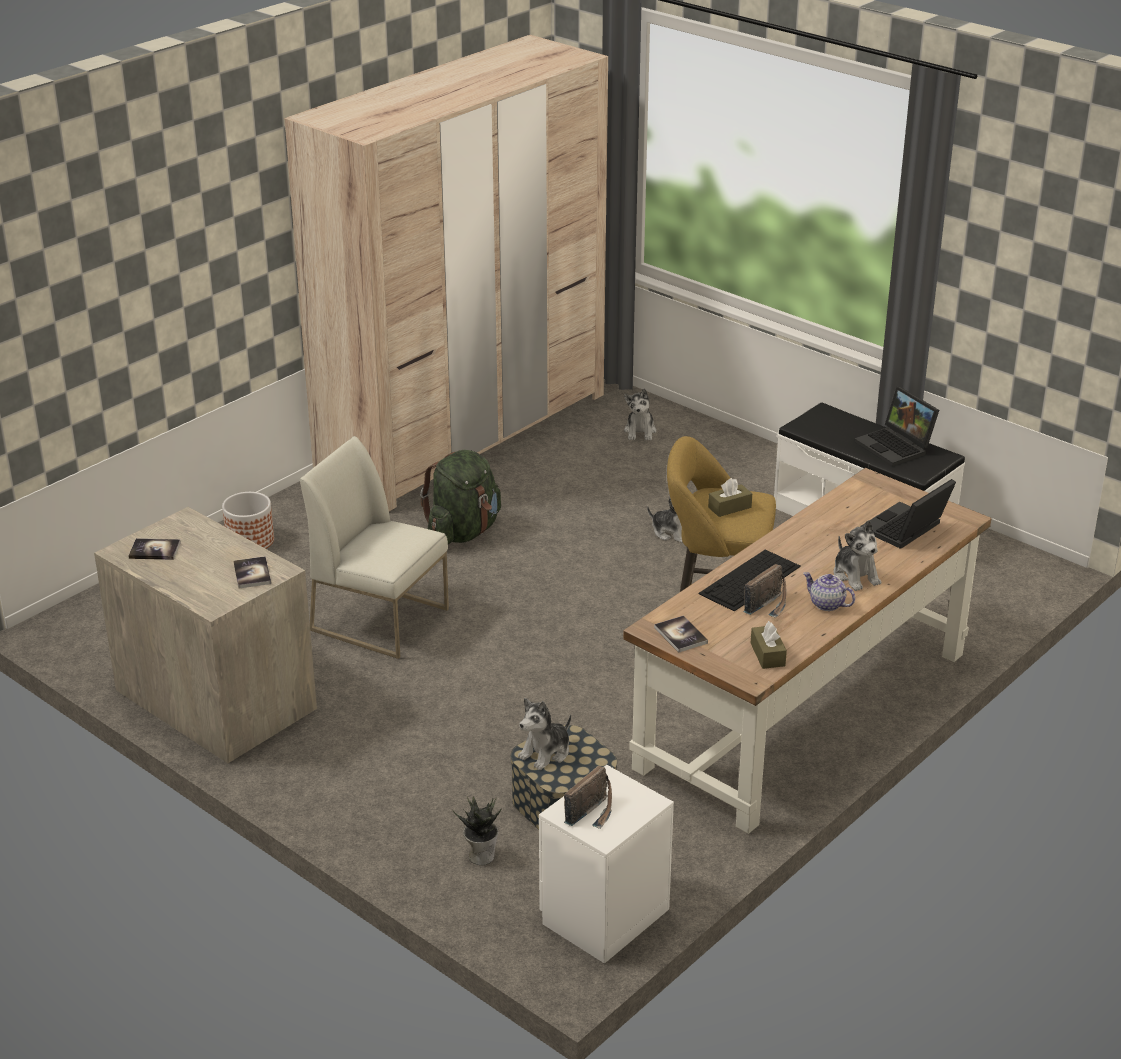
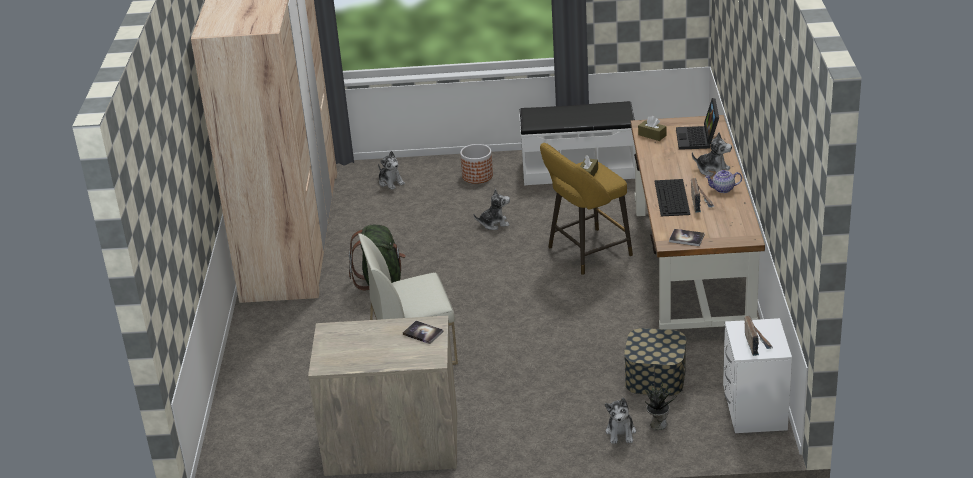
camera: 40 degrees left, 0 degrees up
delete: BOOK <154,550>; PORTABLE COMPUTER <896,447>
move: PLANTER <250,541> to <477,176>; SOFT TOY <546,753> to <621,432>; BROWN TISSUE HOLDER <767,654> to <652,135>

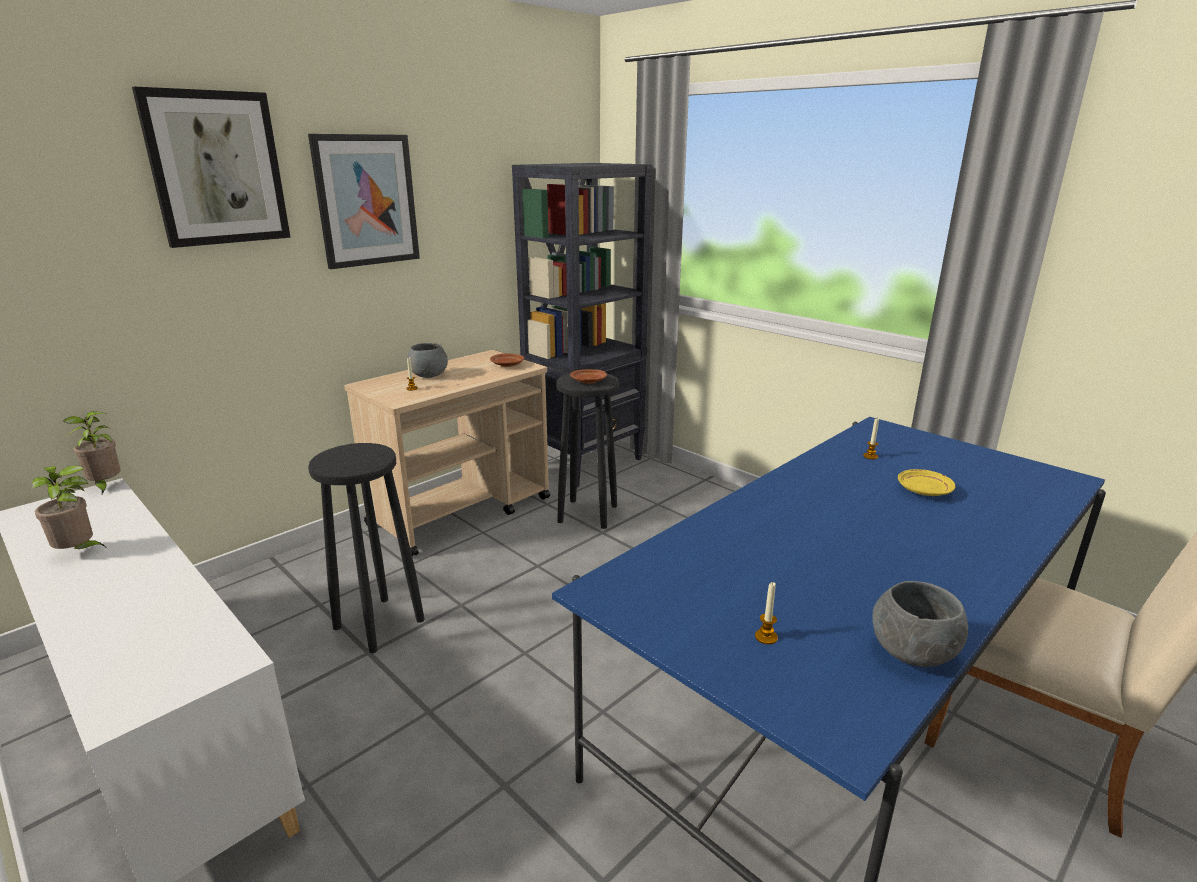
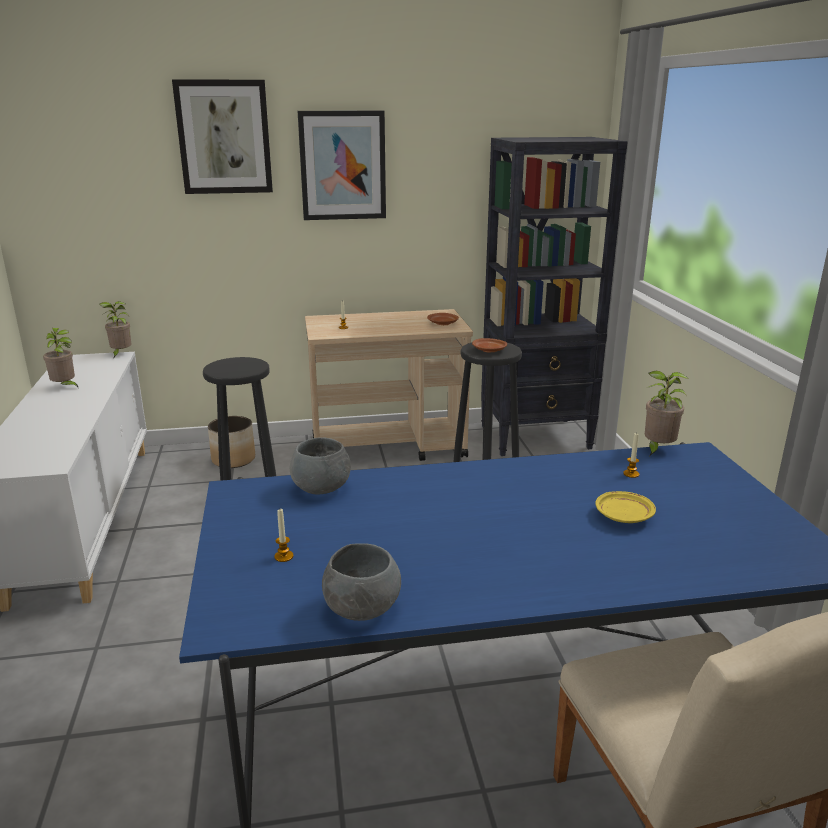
camera: 35 degrees right, 0 degrees up
insert: PLANTER <233,459>; POTTED PLANT <657,449>
move: GRAY BOWL <429,375> to <322,488>

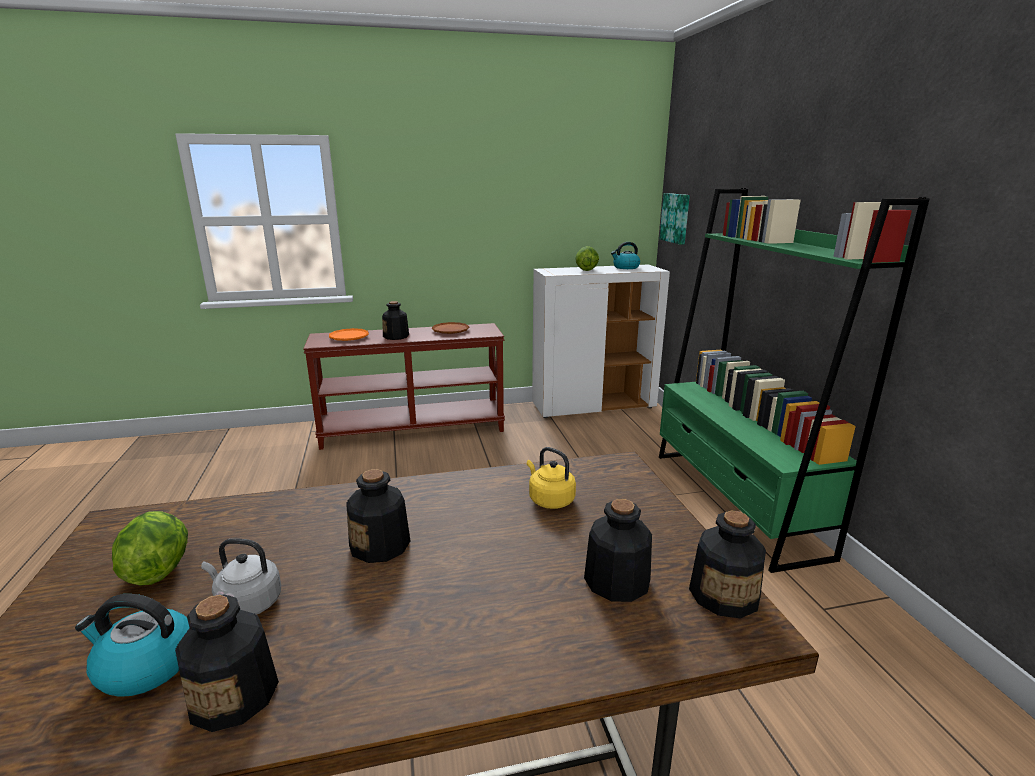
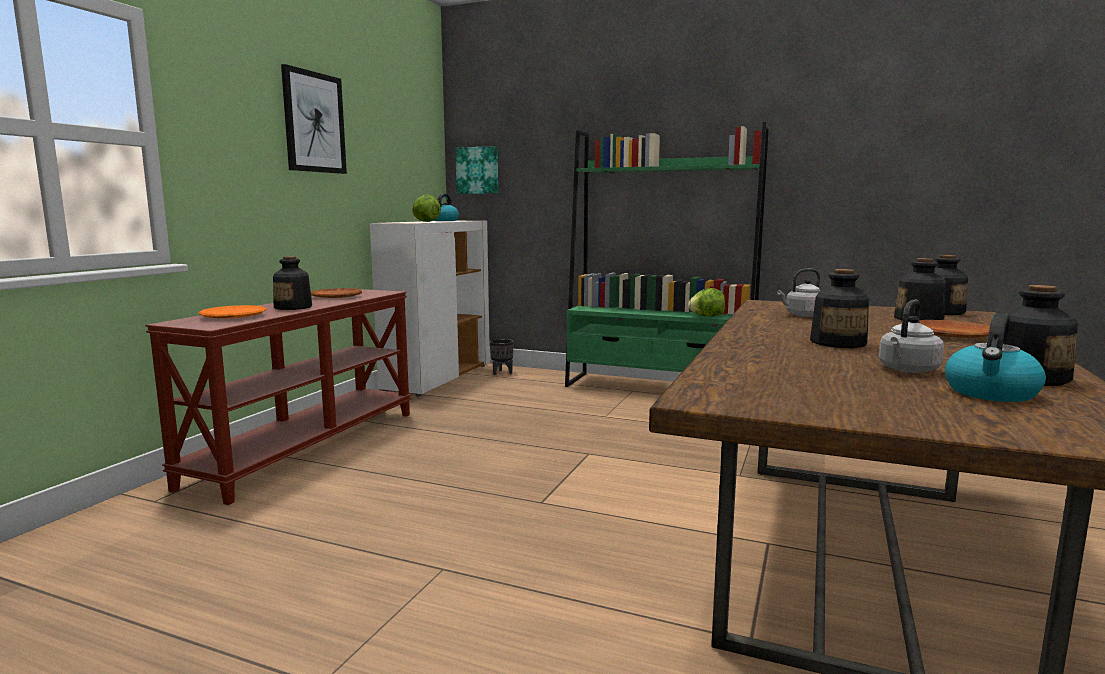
camera: 55 degrees left, 10 degrees down
insert: WALL PICTURE <314,122>; BLACK-COLOURED PLANTER <502,372>; BROWN FLAT DISH <951,334>
move: LETTUCE <158,569> to <707,316>
recolor: YELLOW-COLOURED KETTLE <549,499> to GRAY KETTLE <802,315>

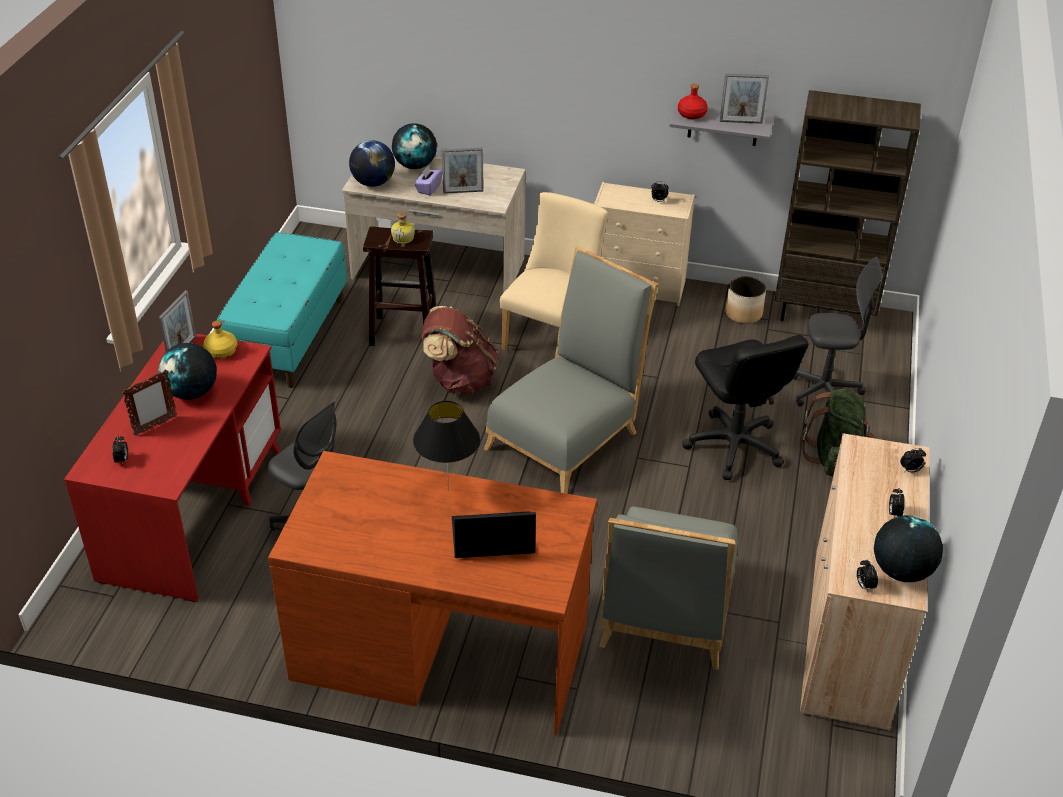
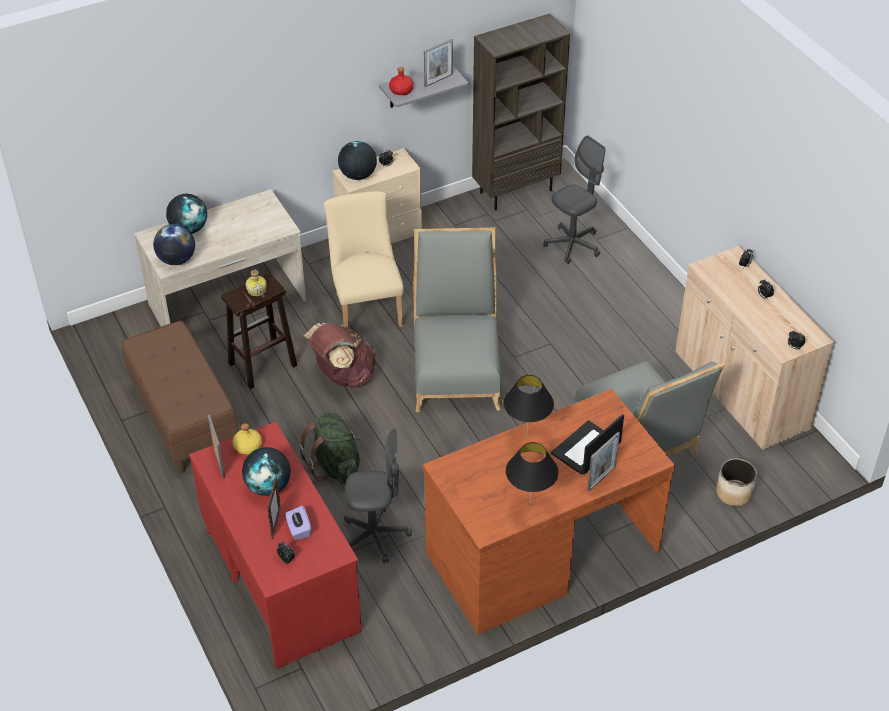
camera: 40 degrees left, 5 degrees up
delete: BLACK-COLOURED DESK CHAIR <734,446>
insert: BLACK-COLOURED TABLE LAMP <529,506>
move: PURPLE-COLOURED TISSUE HOLDER <428,188> to <299,529>; PICTURE FRAME <463,192> to <601,478>; PLANTER <743,314> to <733,493>; GREEN RUCKSACK <834,458> to <335,466>; GLOBE <901,571> to <358,175>
recolor: BLUE-GREEN BENCH <288,337> to BROWN BENCH <183,418>

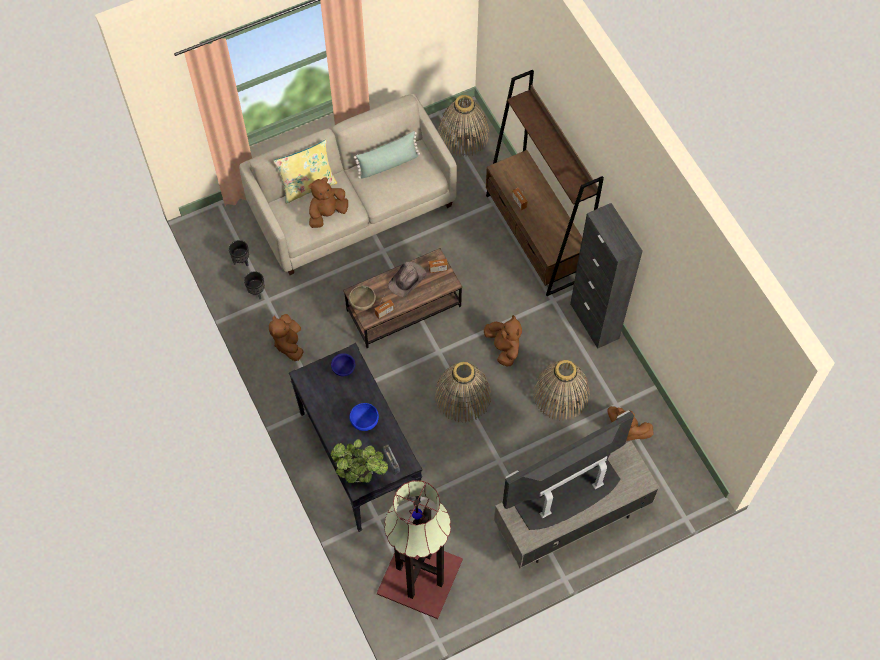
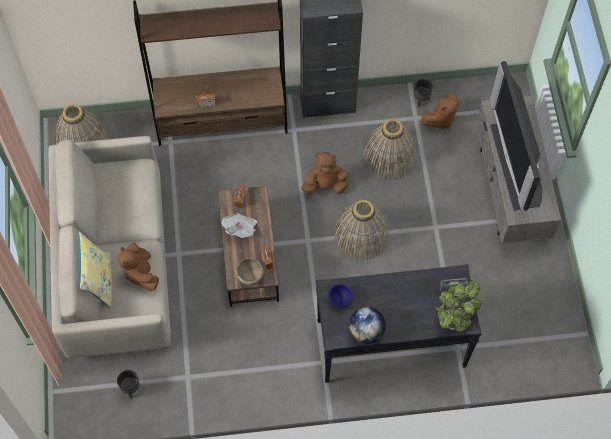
camera: 70 degrees left, 0 degrees up
delete: BROWN SOFT TOY <289,343>; BLUE BOWL <364,422>; GREEN THROW PILLOW <388,164>; STANDARD LAMP <418,577>
insert: GLOBE <366,332>
move: BLACK-COLOURED PLANTER <257,292> to <421,100>
replace: BROWN CLOTHING HAT <408,280> to DAILY PAPER <240,229>

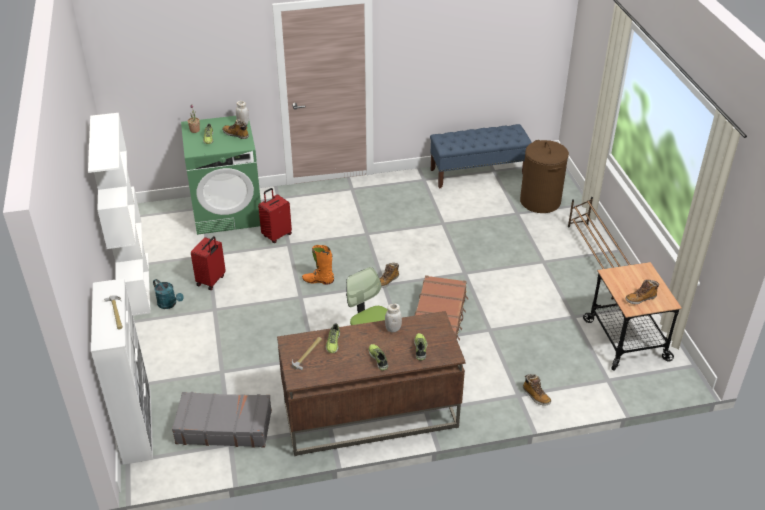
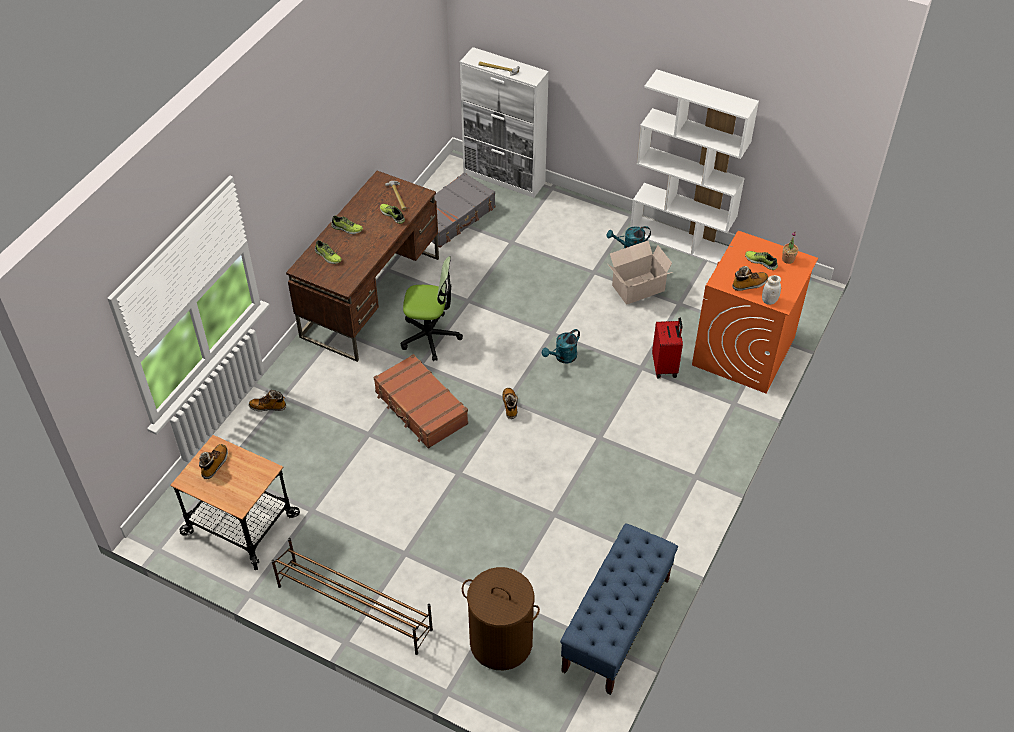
camera: 130 degrees right, 10 degrees up
delete: WHITE-COLOURED JAR <393,329>
replace: RED TRAVEL CASE <211,281> to PACKING BOX <636,288>; ORANGE-COLOURED BOOT <318,280> to BLUE-GREEN WATERING POT <562,357>
recolor: GREEN LAUNDRY APPLIANCE <228,211> to ORANGE-COLOURED LAUNDRY APPLIANCE <743,351>

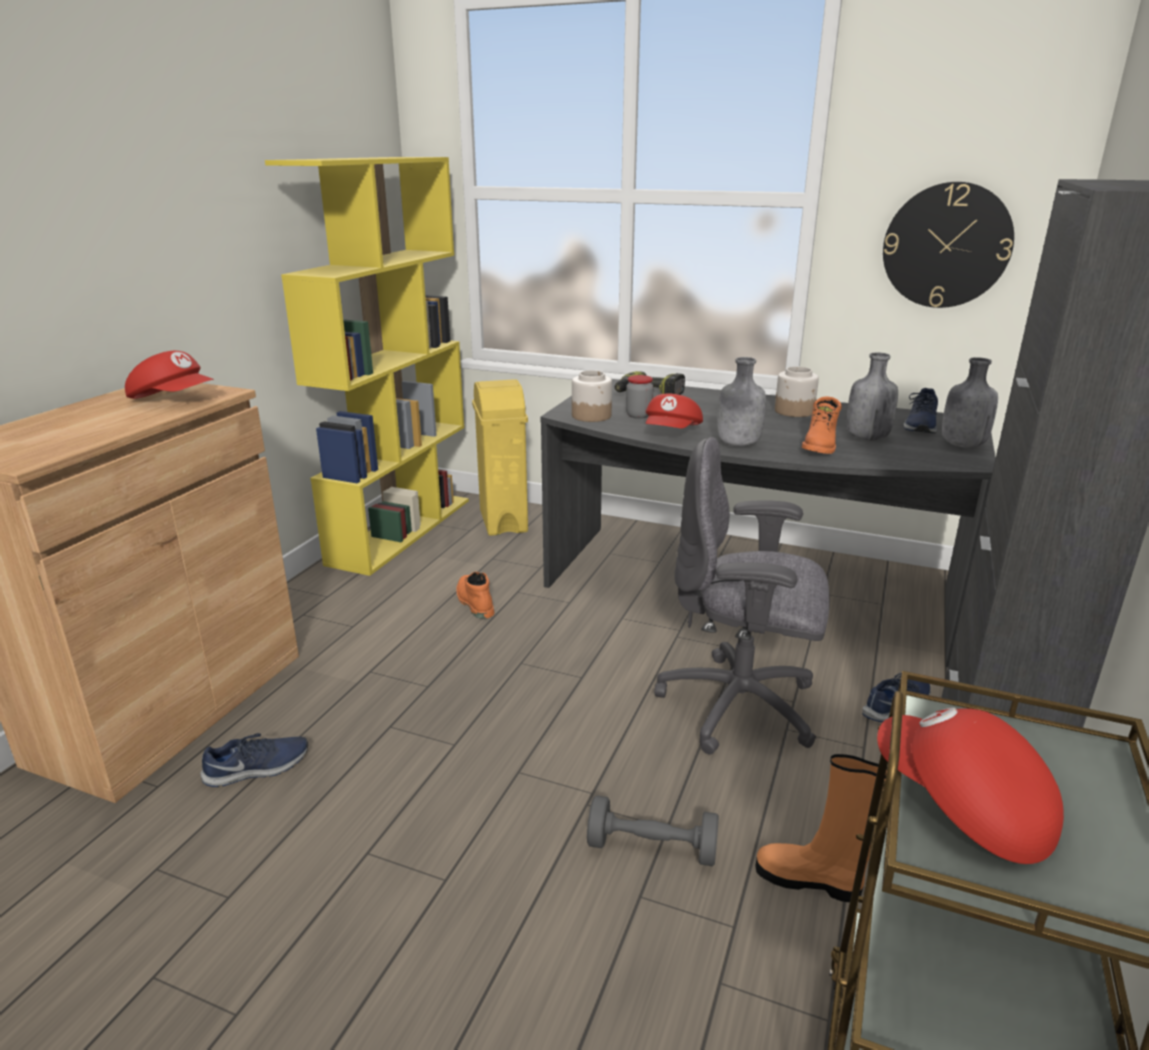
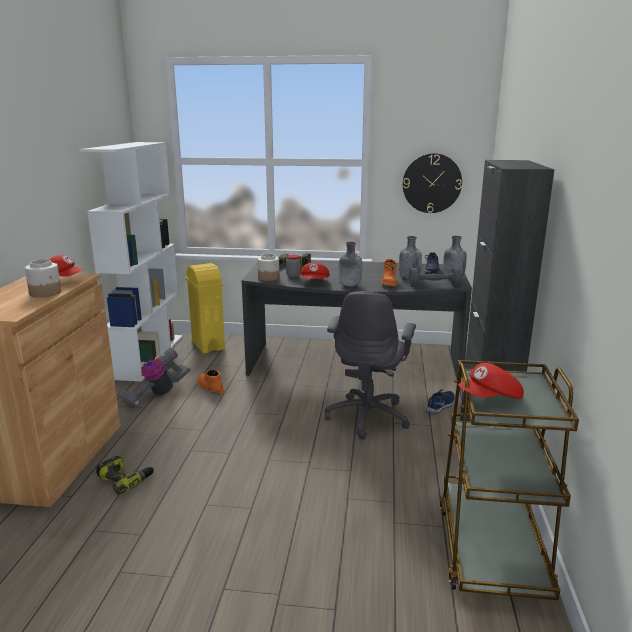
camera: 15 degrees left, 5 degrees down
delete: ORANGE-COLOURED BOOT <811,880>
insert: VACUUM <157,394>
move: GRAY DUMBBELL <652,848> to <434,286>; JAR <794,411> to <46,293>
replace: BLUE SHOE <258,768> to POWER DRILL <126,479>
recolor: YELLOW-COLOURED BOOKCASE <401,530> to WHITE-COLOURED BOOKCASE <148,356>
rotate: GRAY DESK CHAIR <741,707> = <368,416> 75 degrees counterclockwise; RED BASEBALL CAP <961,806> = <490,398> 60 degrees counterclockwise

